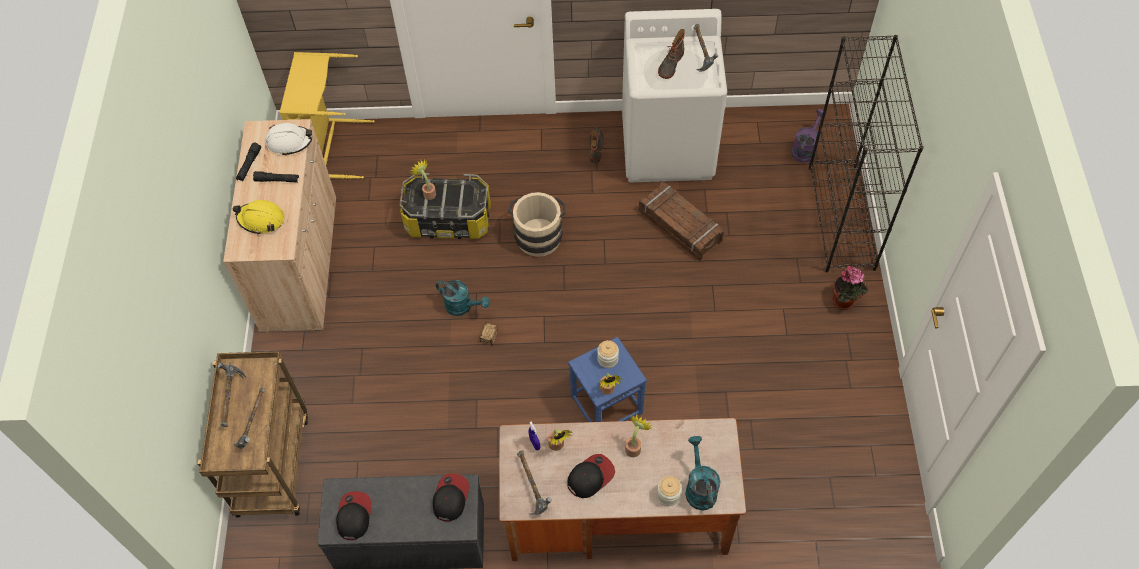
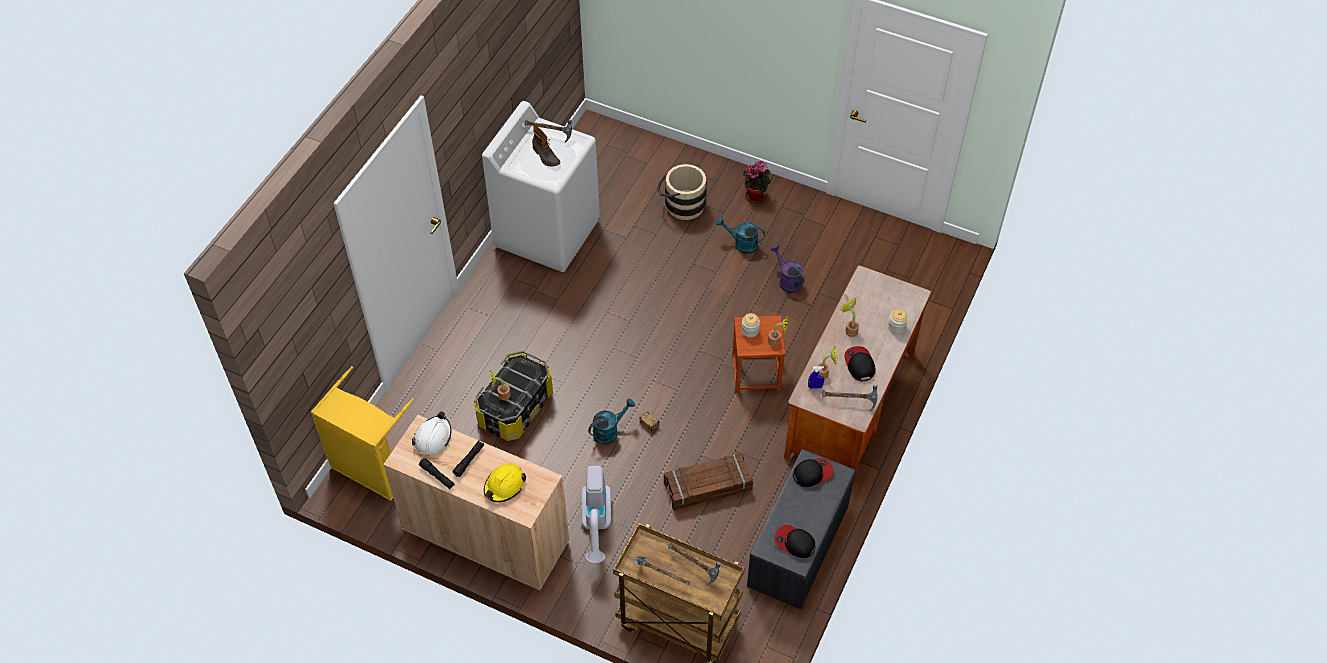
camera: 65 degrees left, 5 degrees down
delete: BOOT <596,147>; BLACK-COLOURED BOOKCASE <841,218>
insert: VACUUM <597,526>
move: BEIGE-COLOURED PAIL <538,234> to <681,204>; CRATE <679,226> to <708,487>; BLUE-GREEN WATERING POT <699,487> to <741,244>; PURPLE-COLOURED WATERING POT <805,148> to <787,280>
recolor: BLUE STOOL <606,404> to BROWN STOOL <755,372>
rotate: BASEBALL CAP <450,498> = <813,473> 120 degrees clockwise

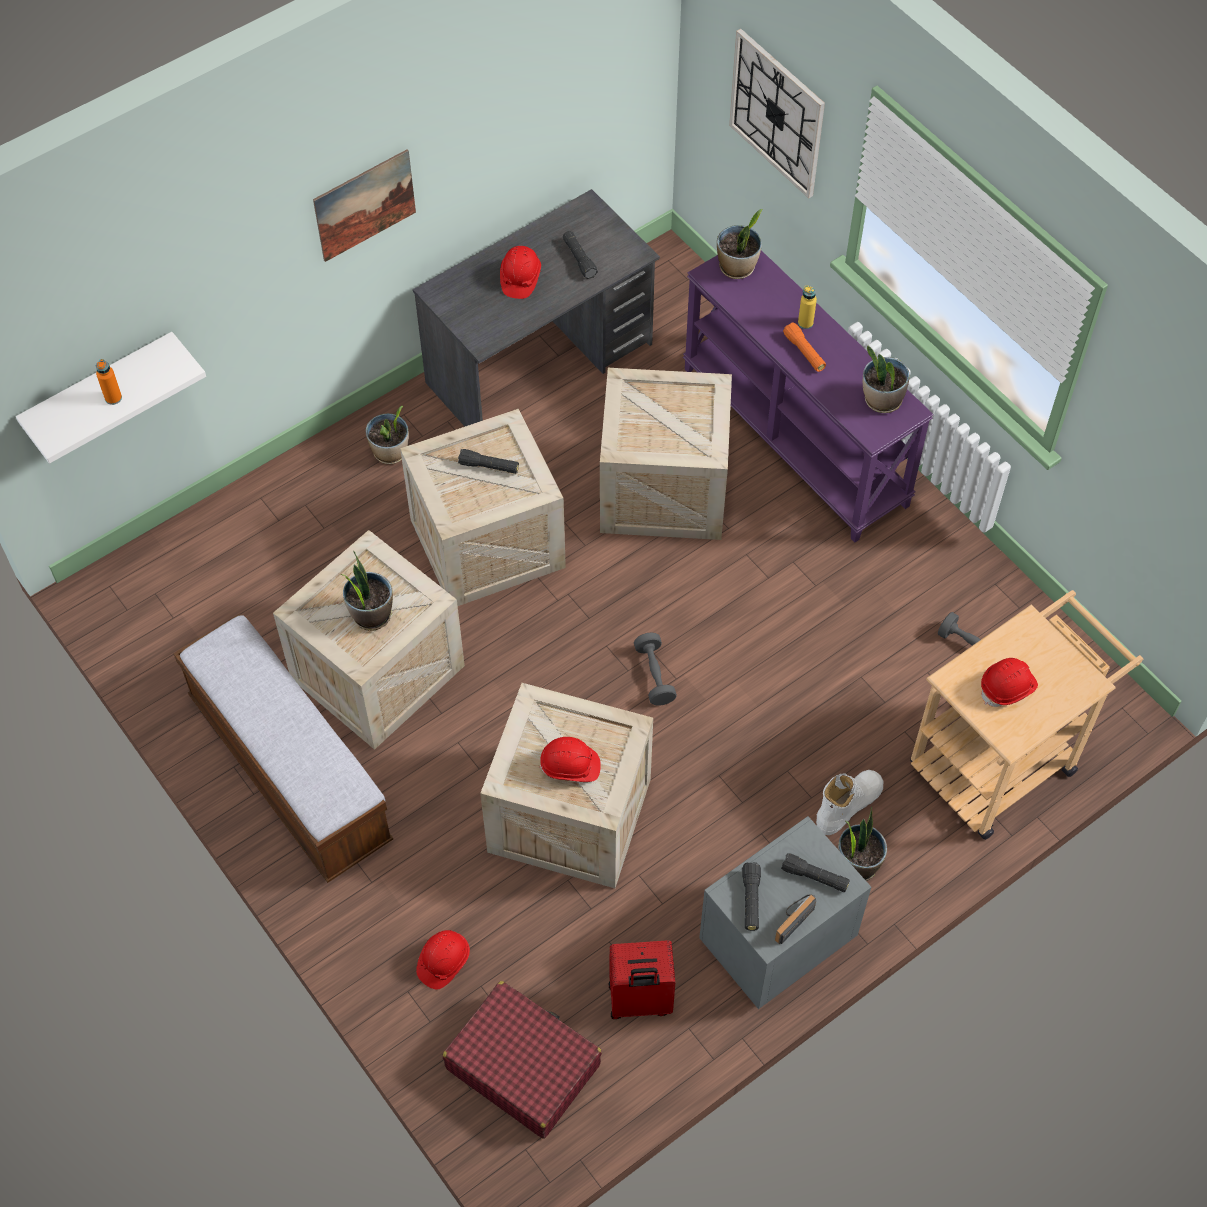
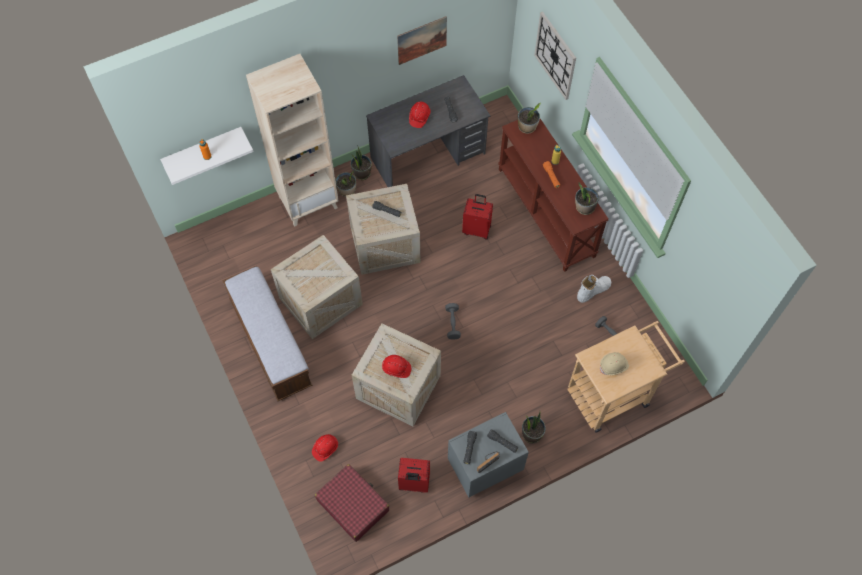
camera: 10 degrees right, 5 degrees up
insert: BEIGE-COLOURED BOOKCASE <308,201>
move: WALL PICTURE <365,205> to <422,40>; POTTED PLANT <371,614> to <361,173>; WHITE-COLOURED BOOT <848,805> to <593,290>
replace: CRATE <665,488> to RED TRAVEL CASE <477,229>
recolor: PURPLE-COLOURED HALL TABLE <796,436> to BROWN HALL TABLE <547,212>; RED HARD HAT <1008,688> to BEIGE-COLOURED HARD HAT <613,366>

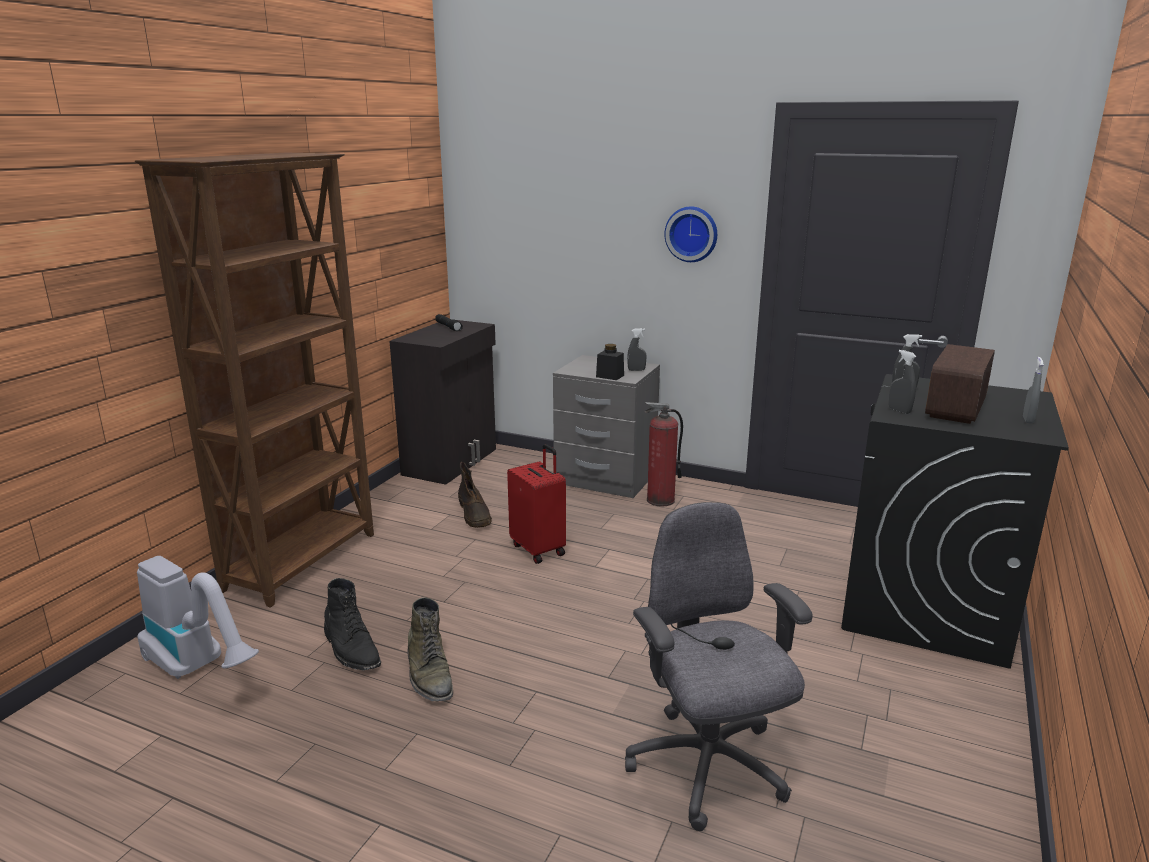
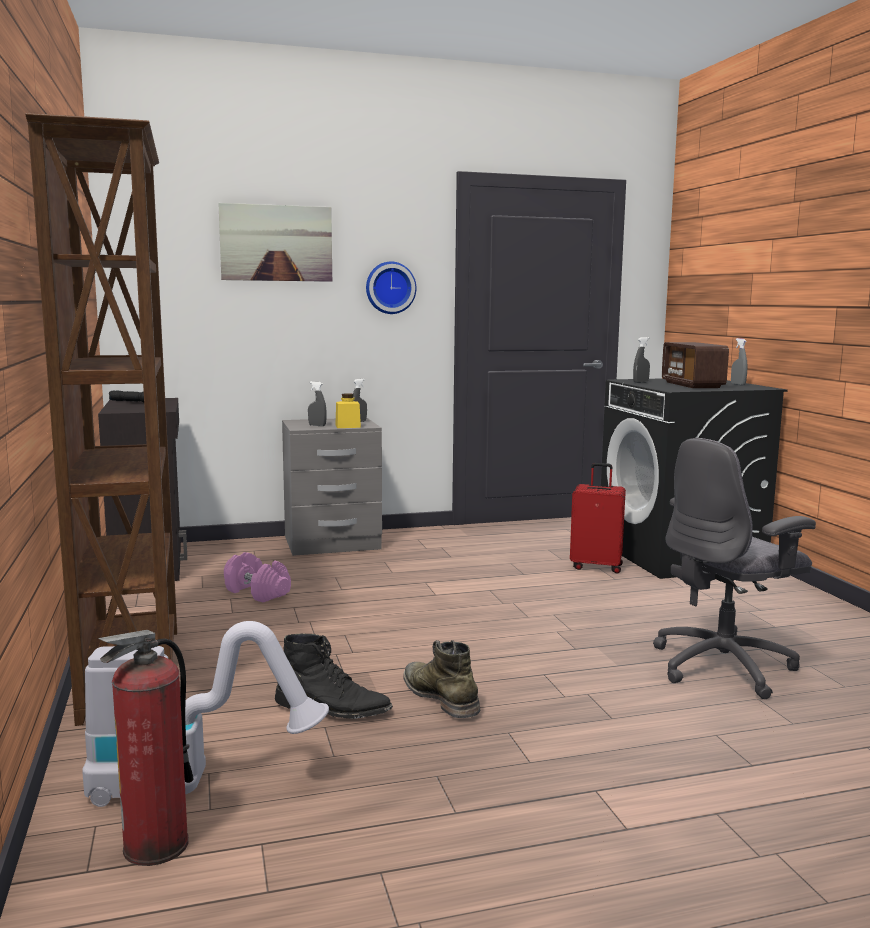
camera: 40 degrees left, 10 degrees down
insert: WALL PICTURE <276,243>
move: RED TRAVEL CASE <539,549> to <596,566>; EXTINGUISHER <660,500> to <156,846>; GRAY SPRAYER <899,411> to <317,425>
replace: BROWN BOOT <475,515> to PINK DUMBBELL <258,592>
recolor: BLACK-COLOURED JAR <610,376> to YELLOW-COLOURED JAR <348,426>
rotate: GREEN BOOT <429,674> = <440,697> 150 degrees counterclockwise; GRAY DESK CHAIR <707,768> = <724,667> 60 degrees counterclockwise

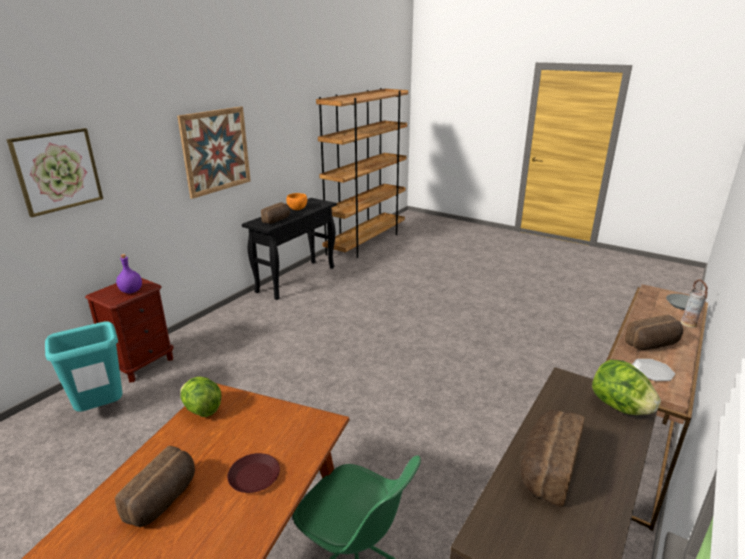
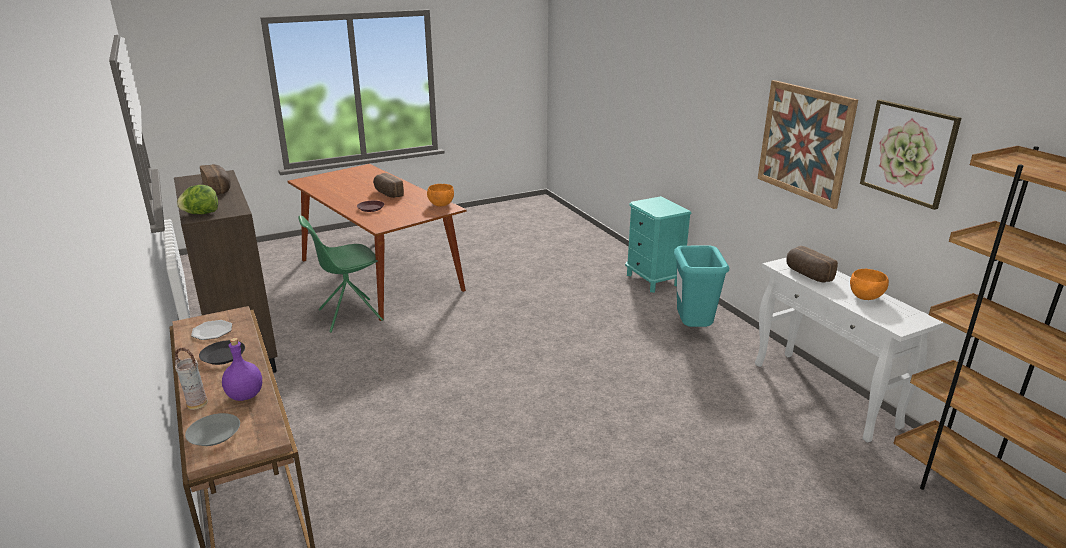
camera: 120 degrees right, 0 degrees up
move: WALL PICTURE <57,171> to <908,152>; BLUE-GREEN RUBBISH BIN <101,411> to <692,330>; PURPLE-COLOURED BEVERAGE BOTTLE <131,291> to <246,395>
replace: LETTUCE <202,409> to ORANGE-COLOURED BOWL <441,204>; BAKED BREAD <653,345> to BLACK-COLOURED FLAT DISH <223,356>
recolor: BROWN NIGHTSTAND <142,364> to BLUE-GREEN NIGHTSTAND <653,280>; BLACK-COLOURED HALL TABLE <296,279> to WHITE-COLOURED HALL TABLE <825,395>

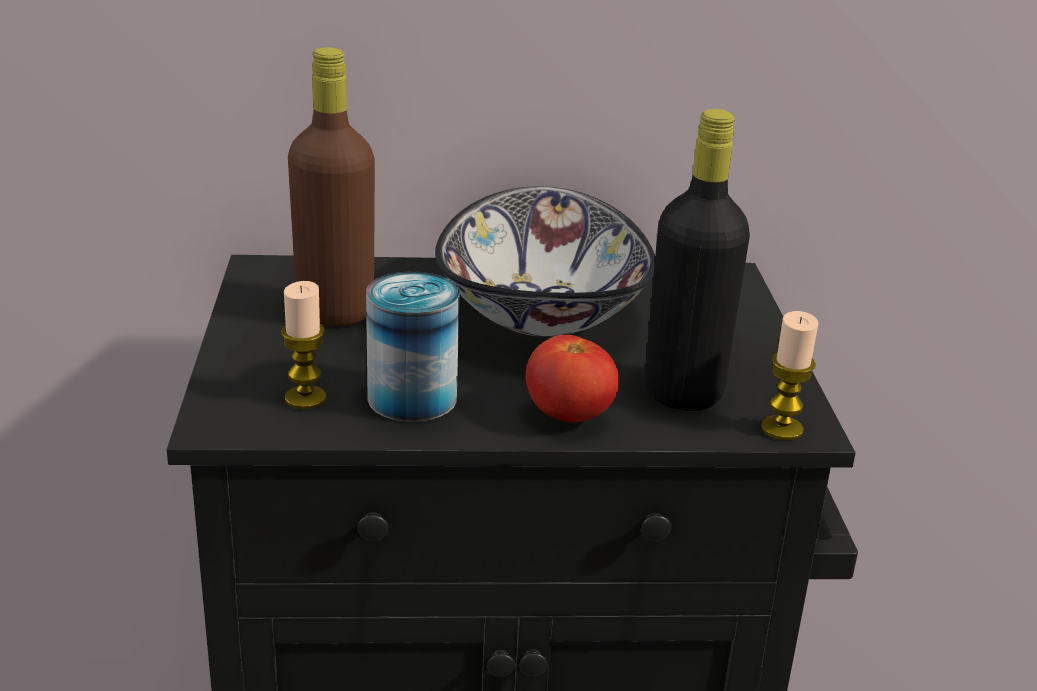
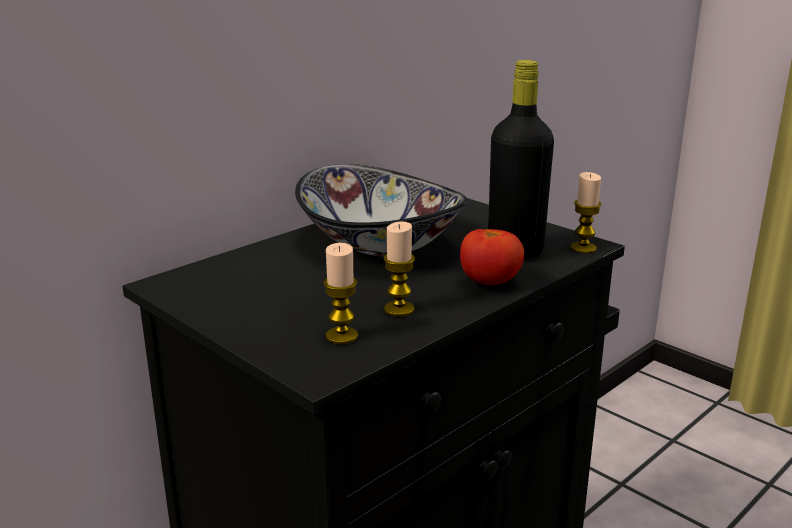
camera: 40 degrees left, 5 degrees down
delete: BROWN BEVERAGE BOTTLE <335,311>
replace: METAL CAN <412,398> to WAX LIGHT <399,309>

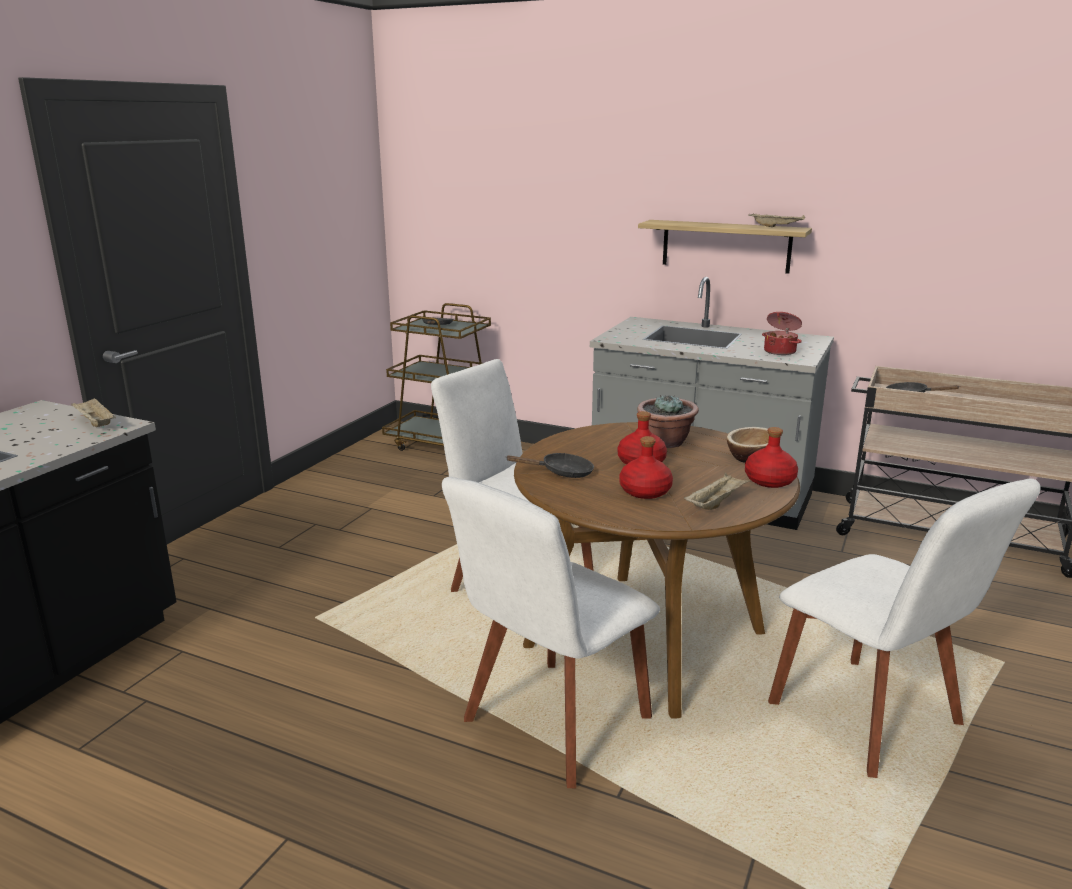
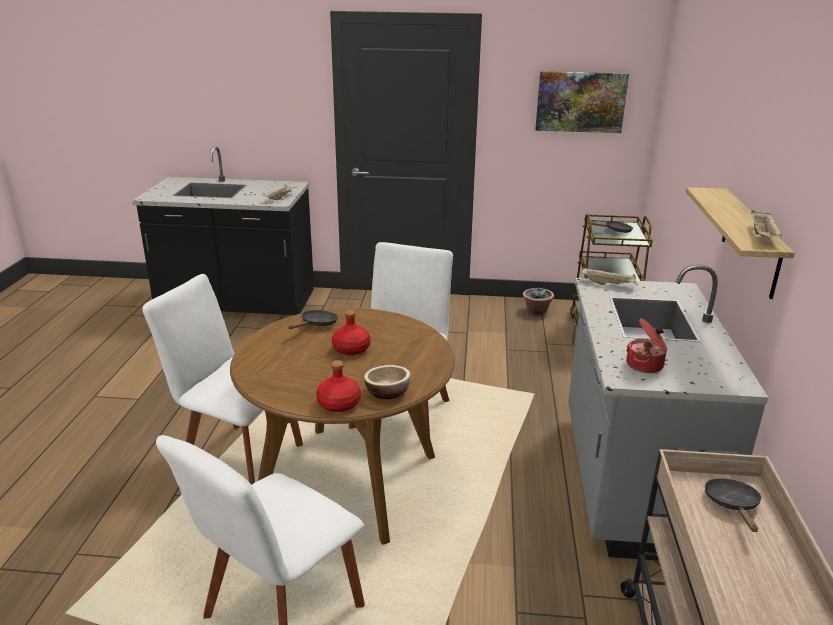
camera: 70 degrees right, 5 degrees up
delete: RED BEVERAGE BOTTLE <645,491>
insert: WALL PICTURE <580,102>
move: POTTED PLANT <665,442> to <536,311>; BEIGE-COLOURED CARRYING TRAY <715,503> to <608,284>
rotate: BLACK-COLOURED SKILLET <562,473> = <317,324> 120 degrees counterclockwise

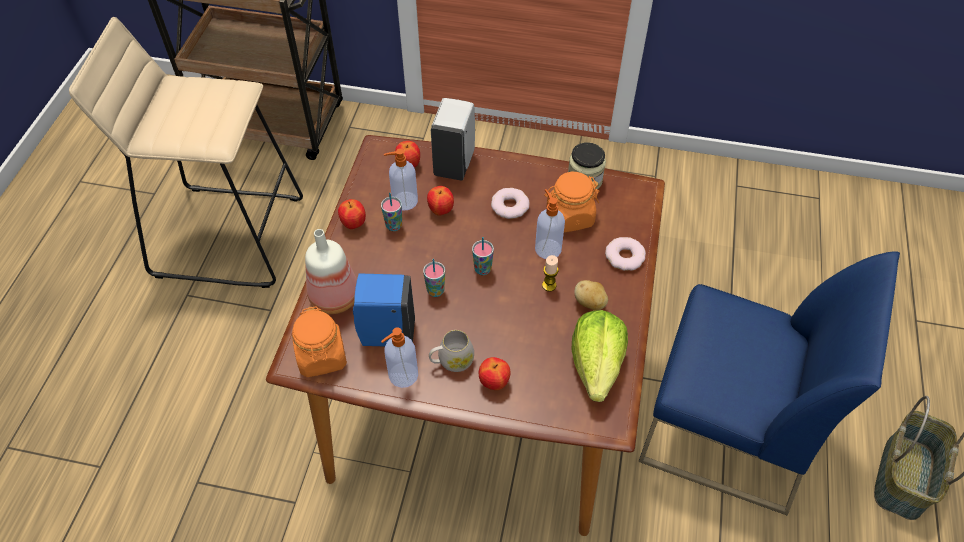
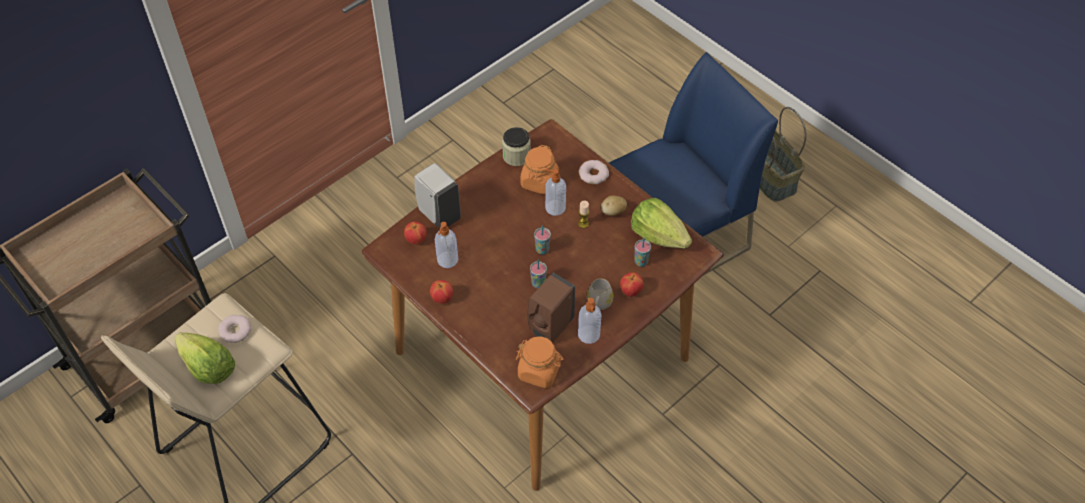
camera: 55 degrees left, 0 degrees up
delete: BEVERAGE BOTTLE <333,296>; APPLE <441,210>
insert: LETTUCE <208,368>
move: CUP <394,226> to <641,262>; DONUT <509,206> to <235,331>
recolor: BLUE SOAP DISPENSER <385,334> to BROWN SOAP DISPENSER <550,328>

